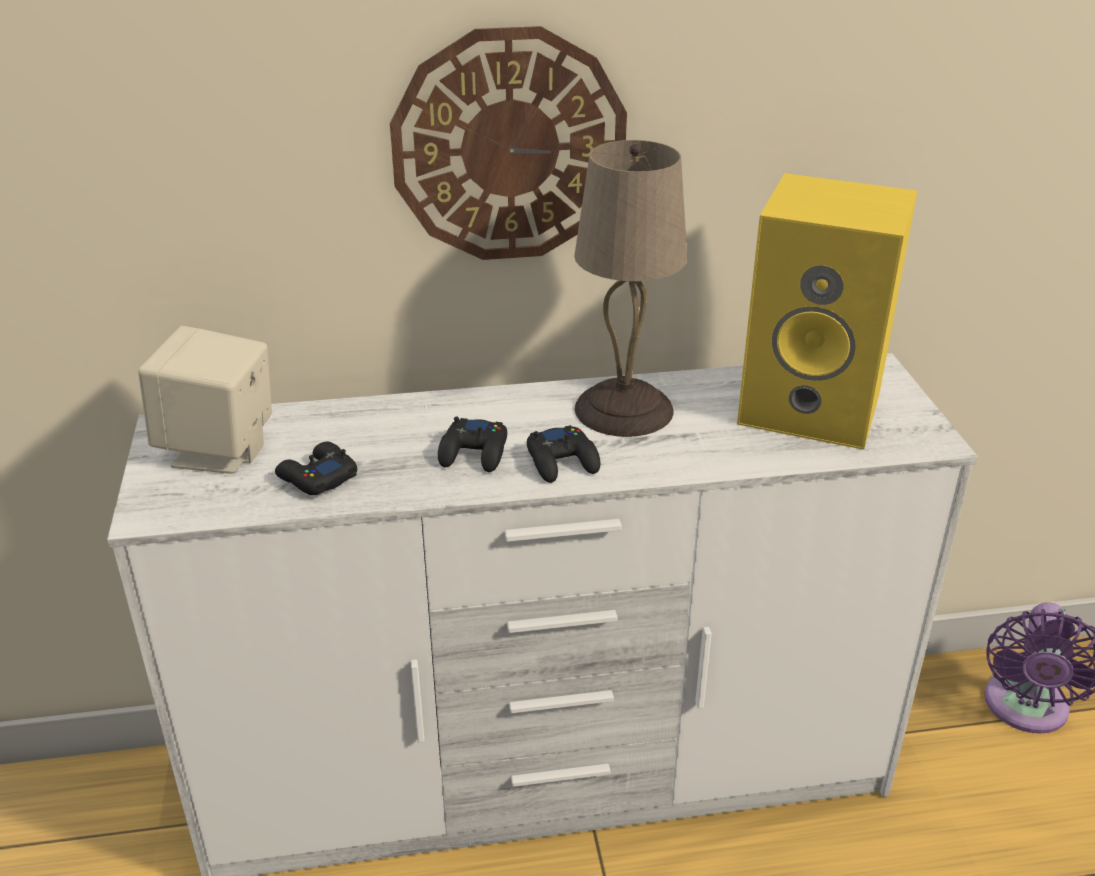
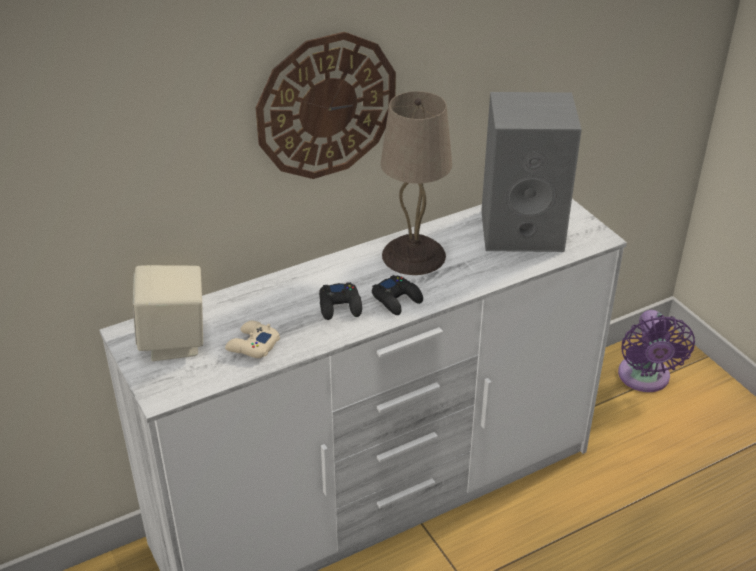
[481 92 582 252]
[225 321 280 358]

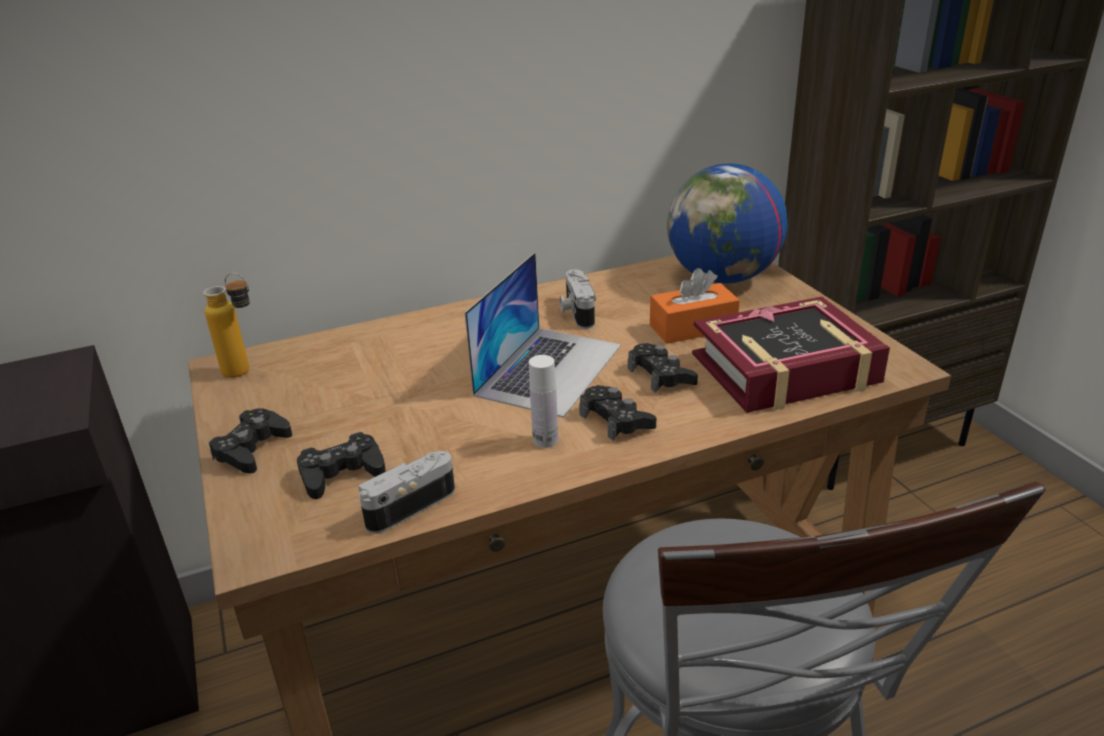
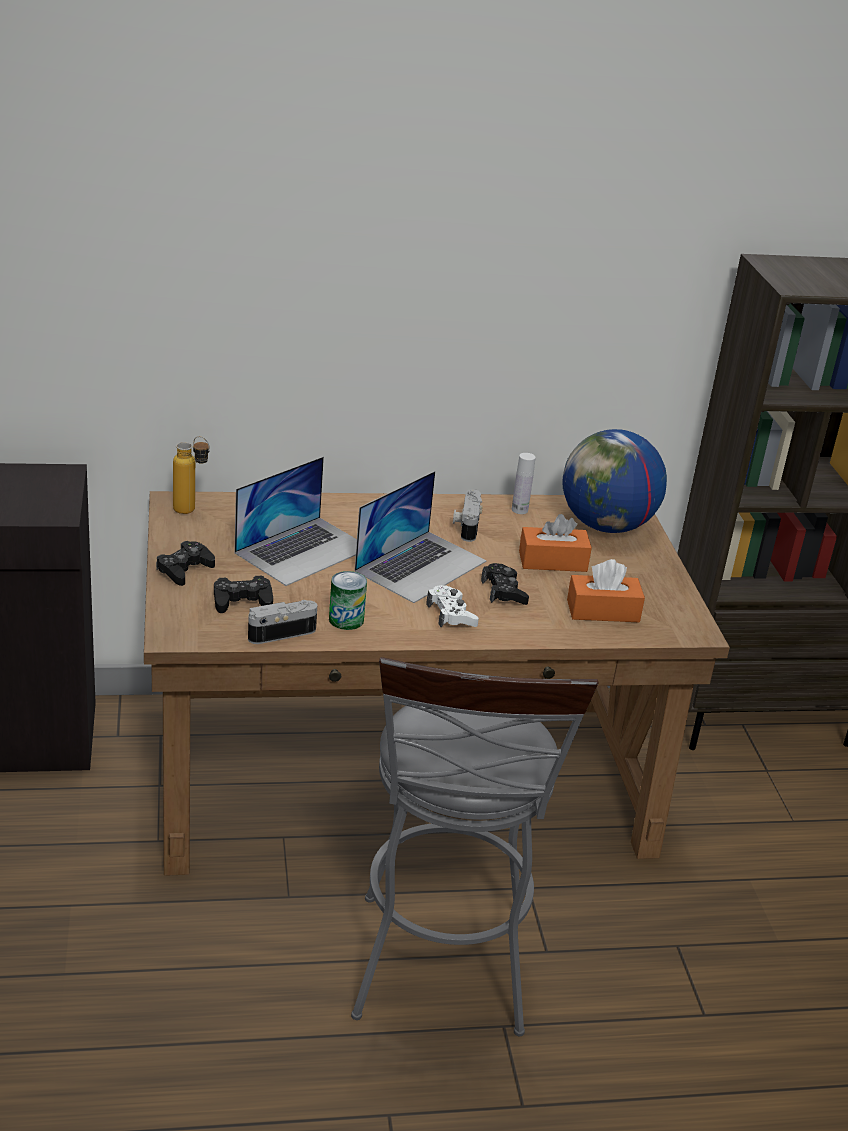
[567 559 645 622]
[512 453 536 514]
[426 585 479 627]
[234 457 357 586]
[329 571 367 630]

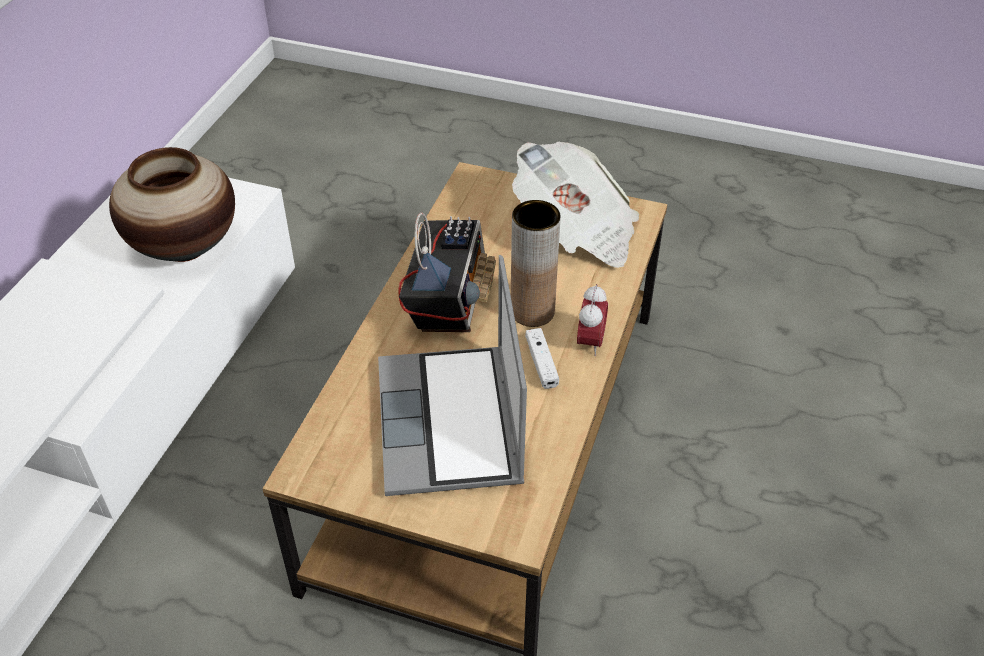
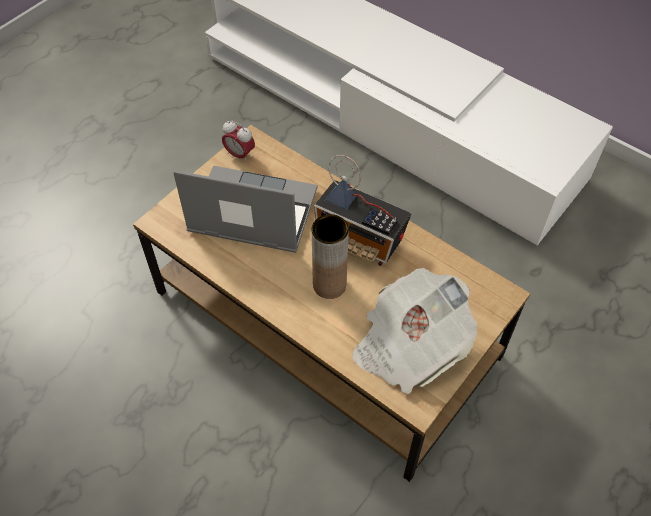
[109 147 235 262] (first image)
[222 120 255 163]
[525 328 559 389] (first image)

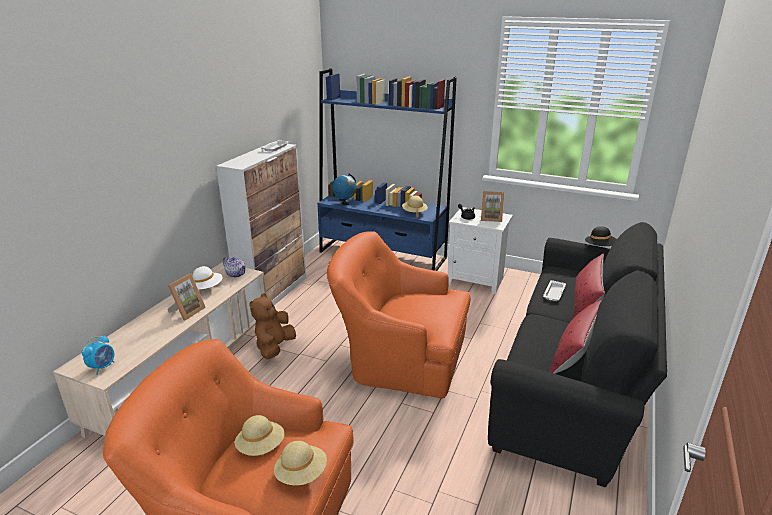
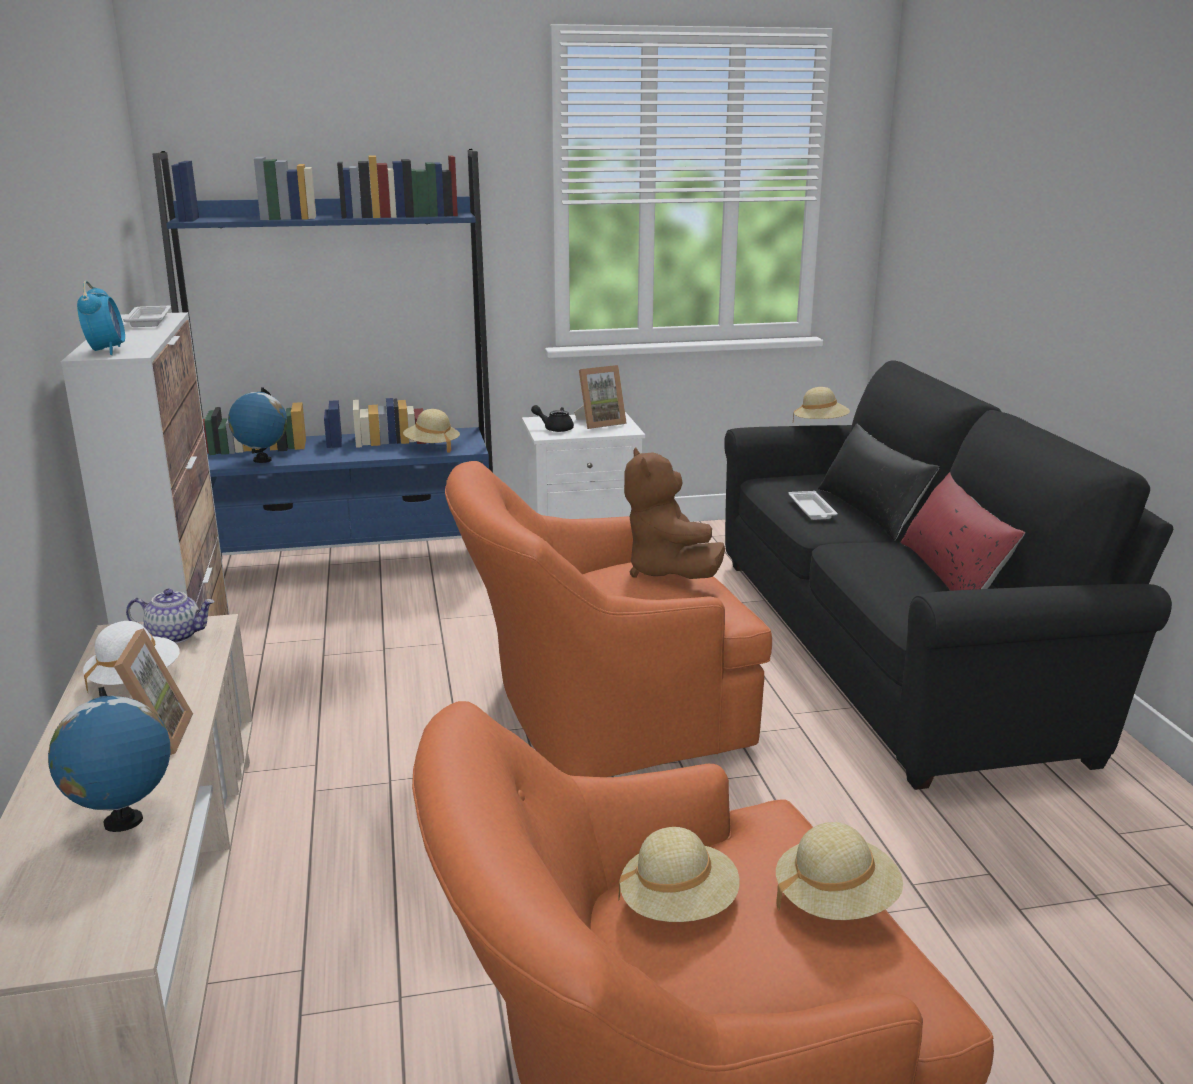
[793 387 850 422]
[818 424 940 540]
[624 448 725 579]
[77 281 125 355]
[48 687 171 832]

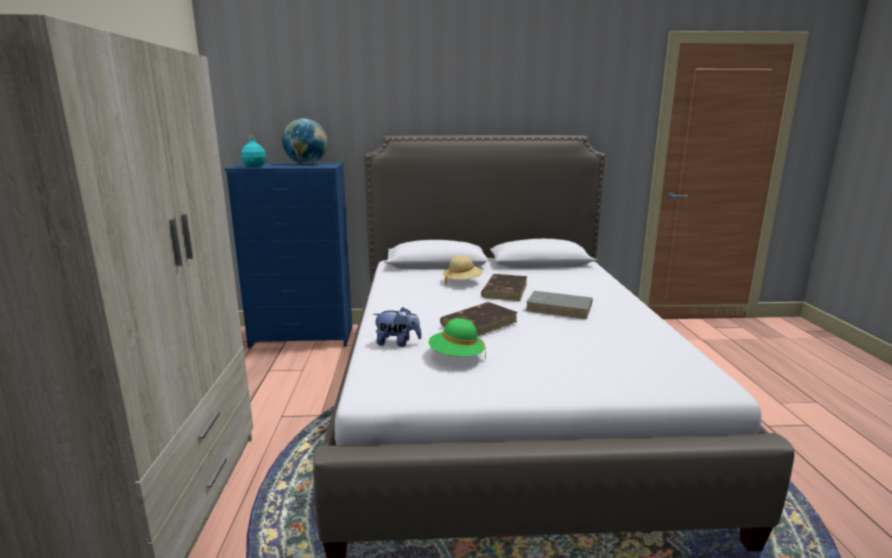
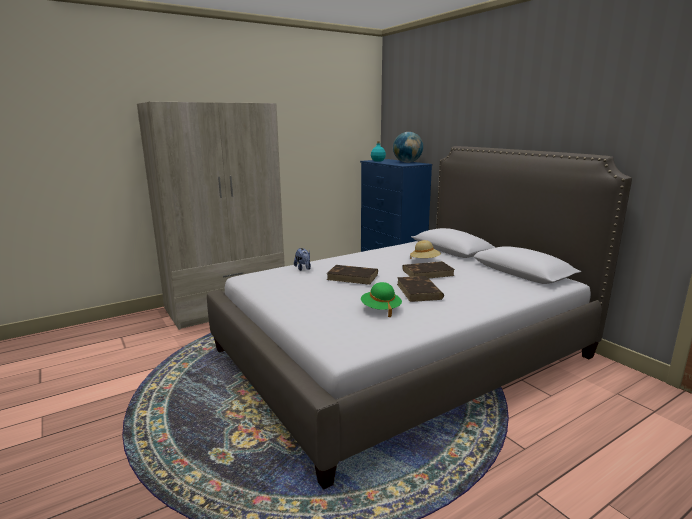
[397 276 444 302]
[361 282 402 317]

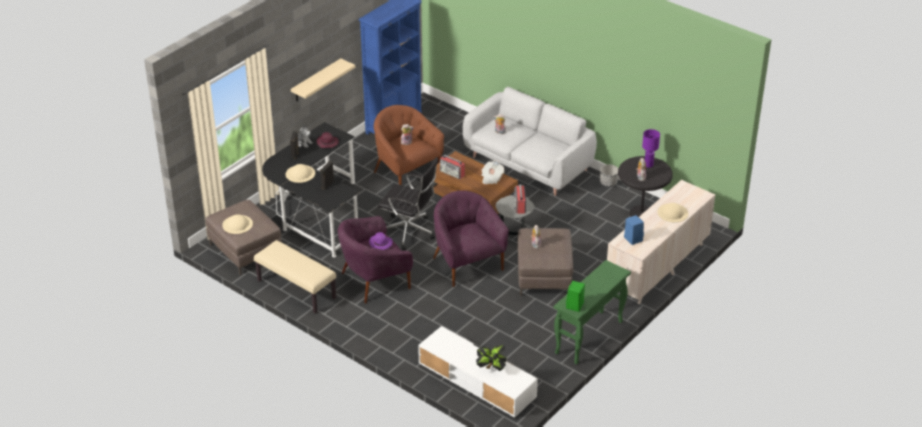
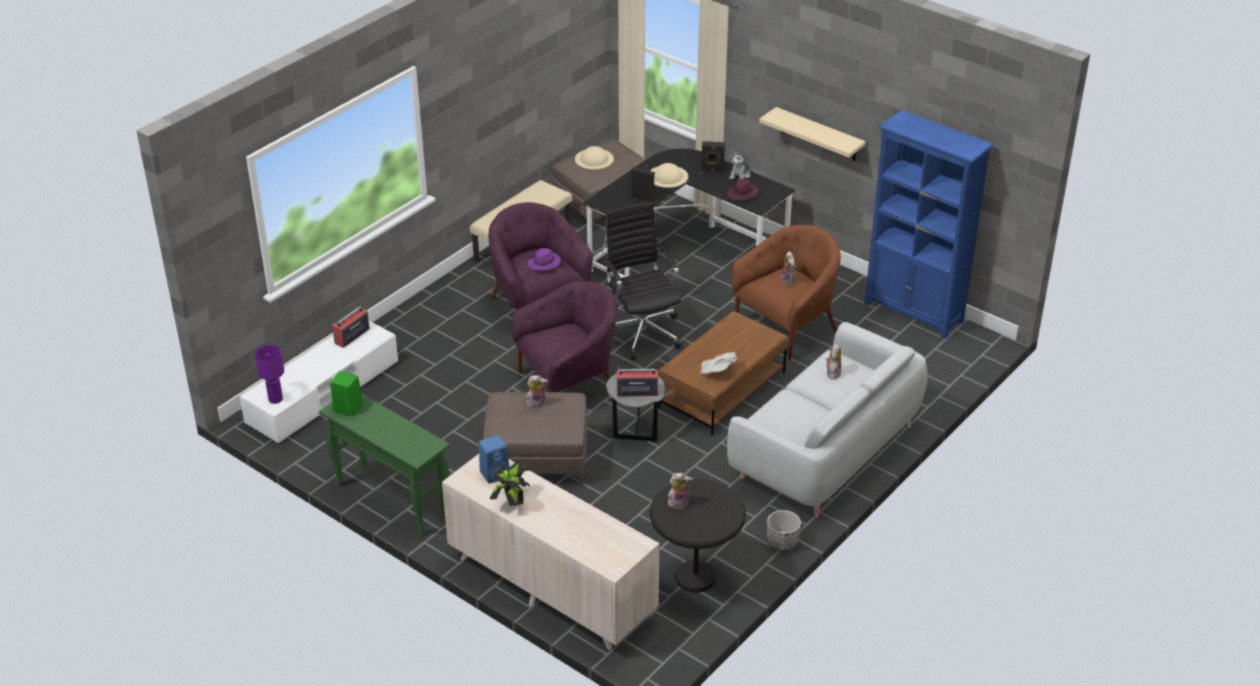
[255 345 284 404]
[332 307 370 348]
[603 202 682 360]
[657 203 688 222] (first image)
[490 462 531 506]

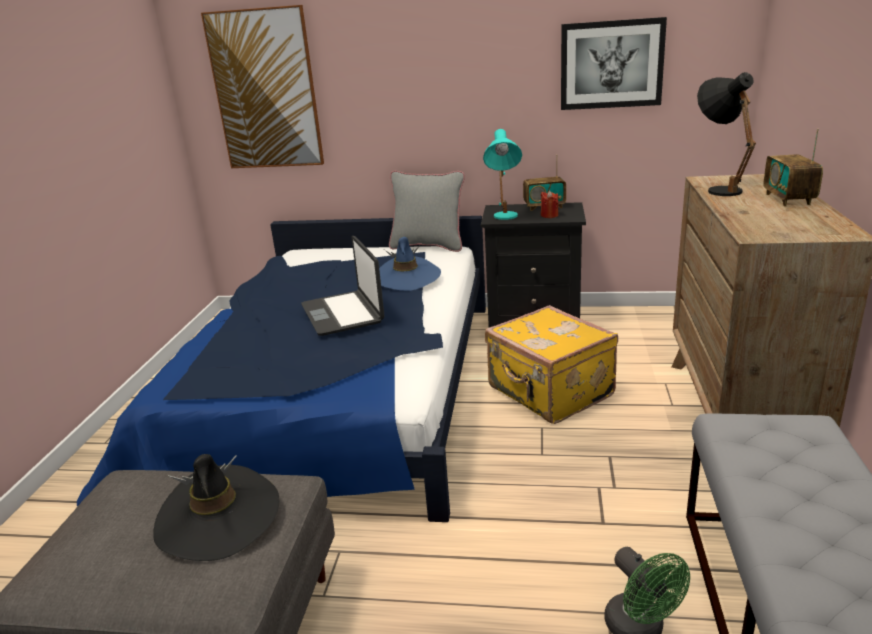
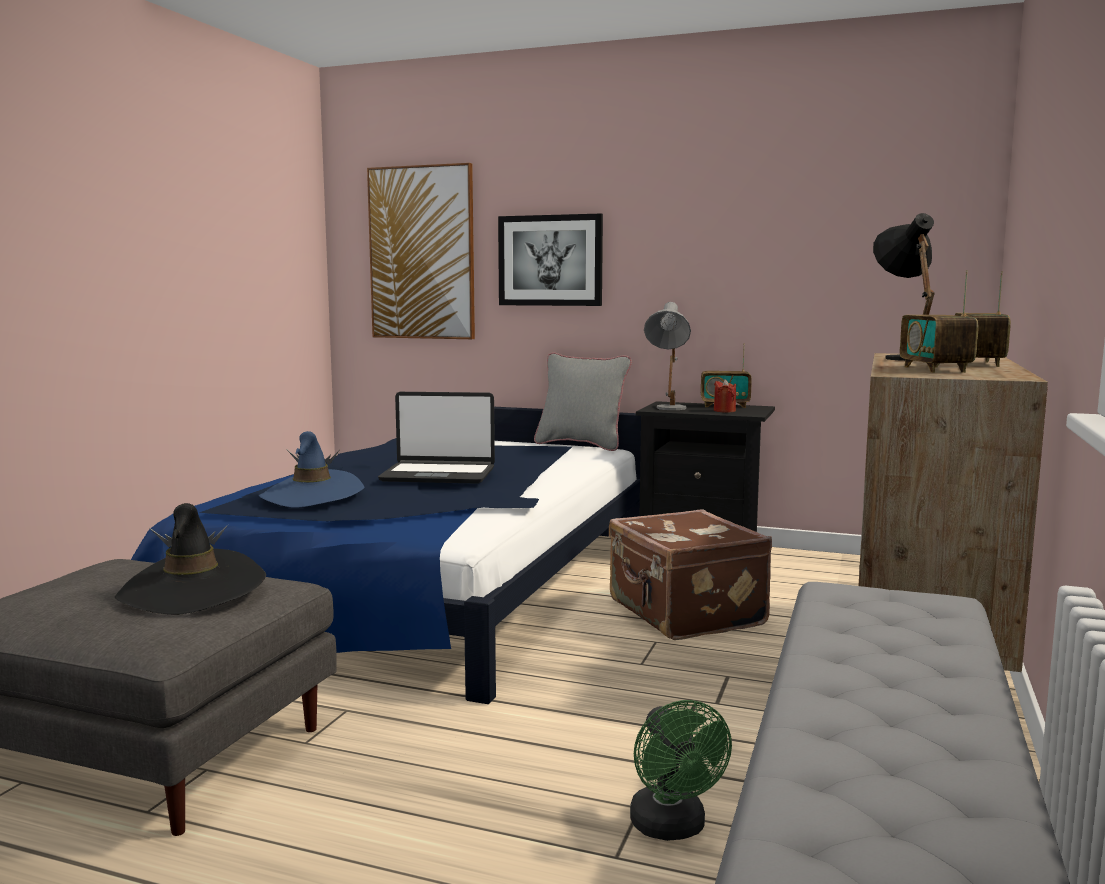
[498 214 603 306]
[644 302 691 410]
[378 392 495 484]
[259 431 364 508]
[609 509 772 640]
[900 270 978 373]

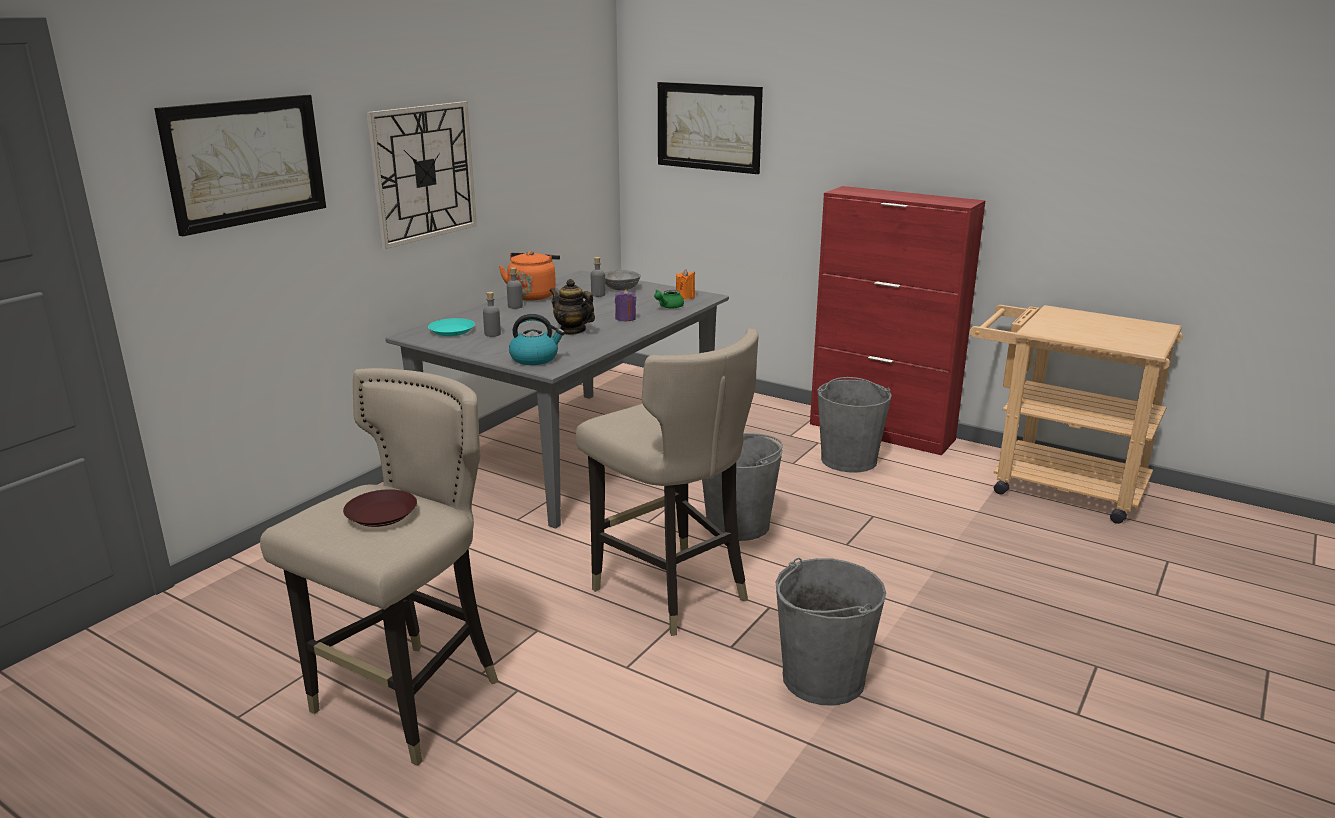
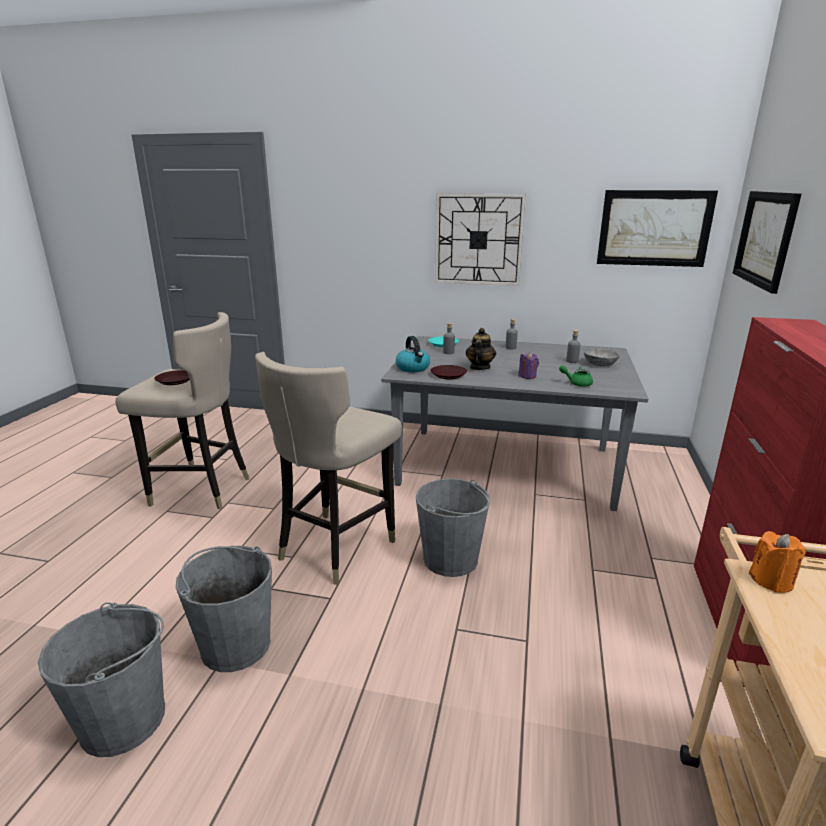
[597 190 718 267]
[499 251 560 301] (first image)
[749 531 806 593]
[38 602 165 757]
[430 365 467 379]

